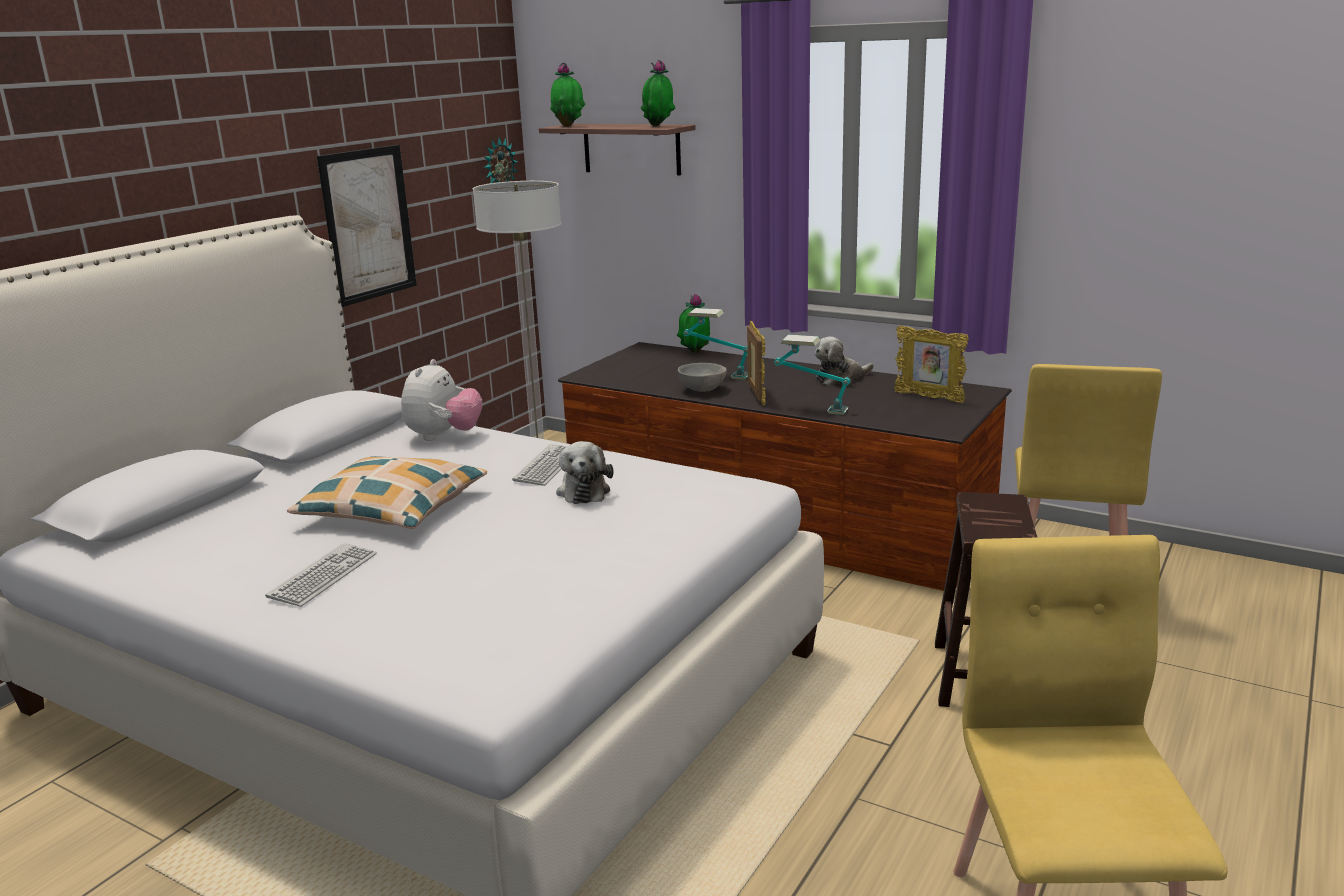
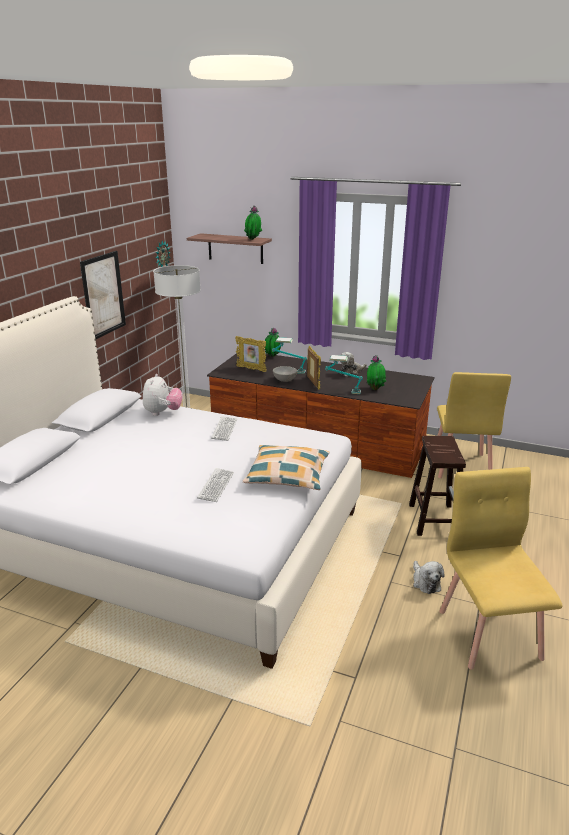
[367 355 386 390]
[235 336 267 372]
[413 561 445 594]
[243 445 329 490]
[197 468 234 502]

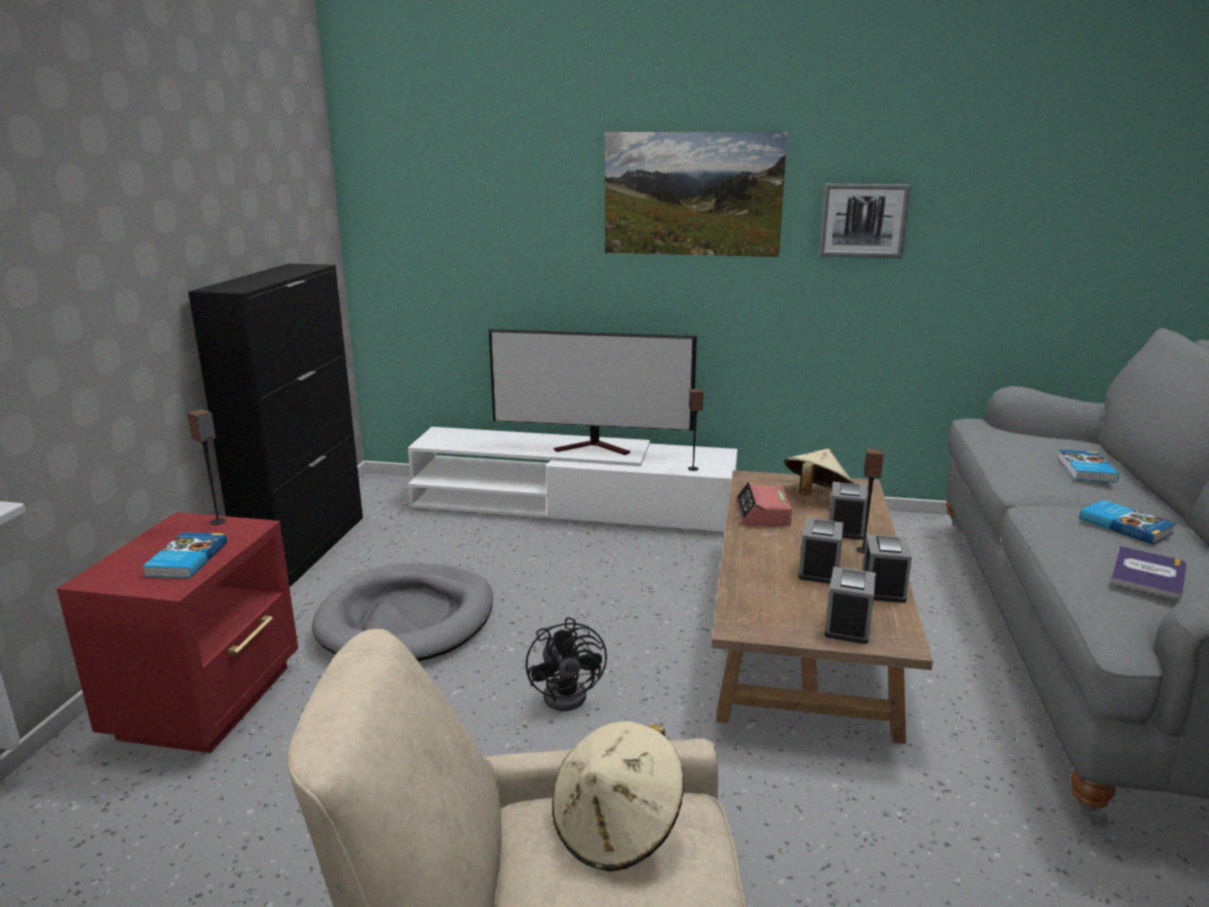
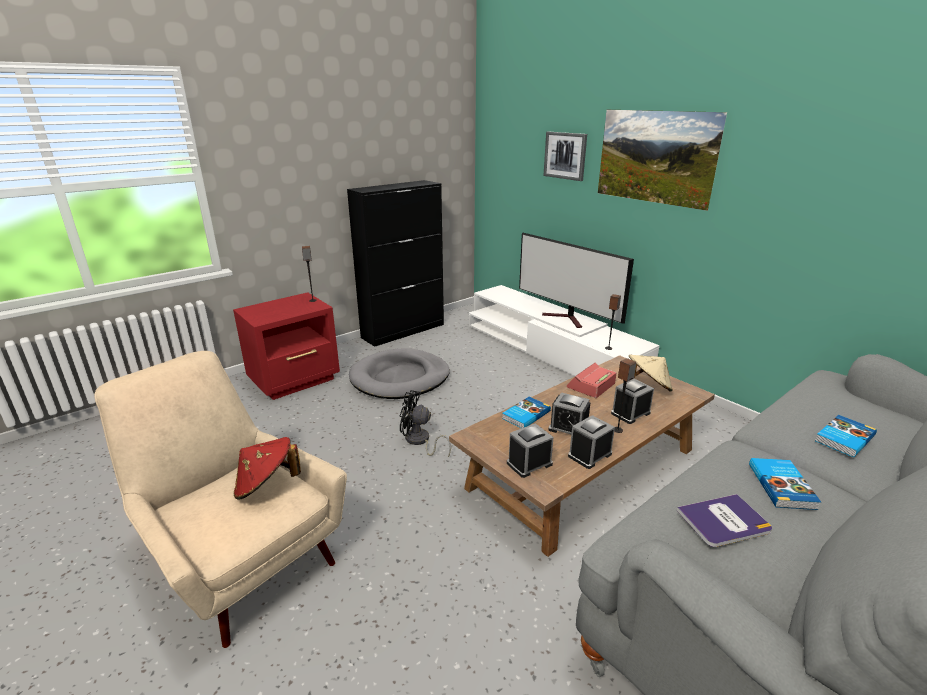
[543 132 587 181]
[548 392 591 434]
[502 397 551 428]
[400 390 451 457]
[234 437 301 500]

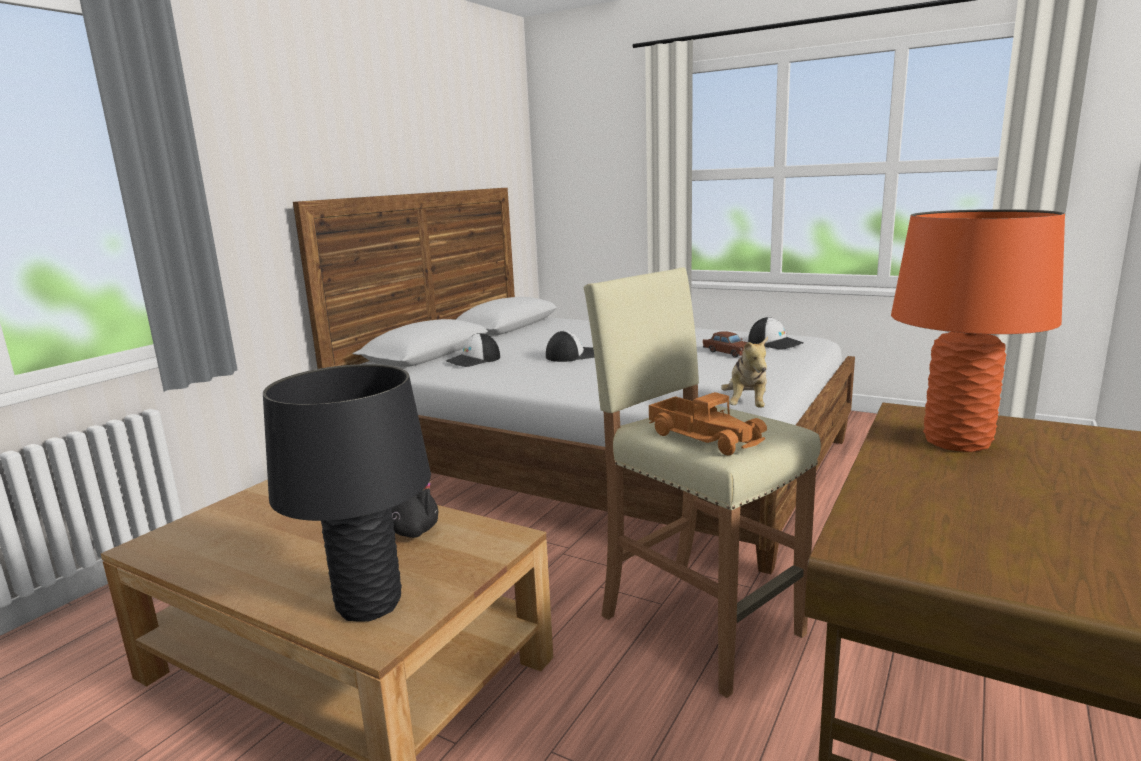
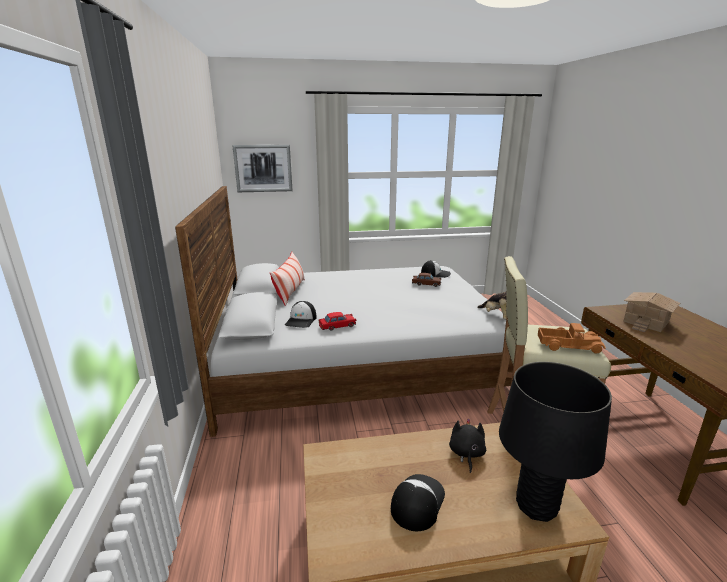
[623 292 681 332]
[391 474 445 531]
[232 145 293 192]
[270 252 305 306]
[318 312 356 330]

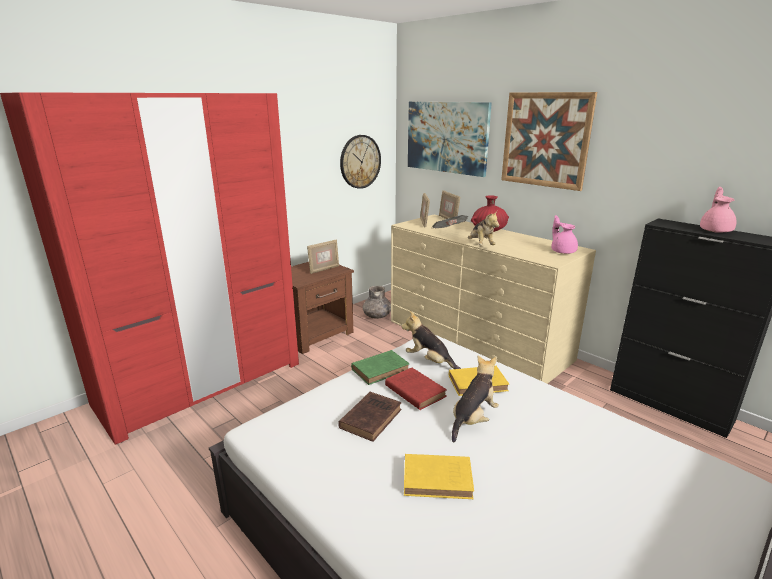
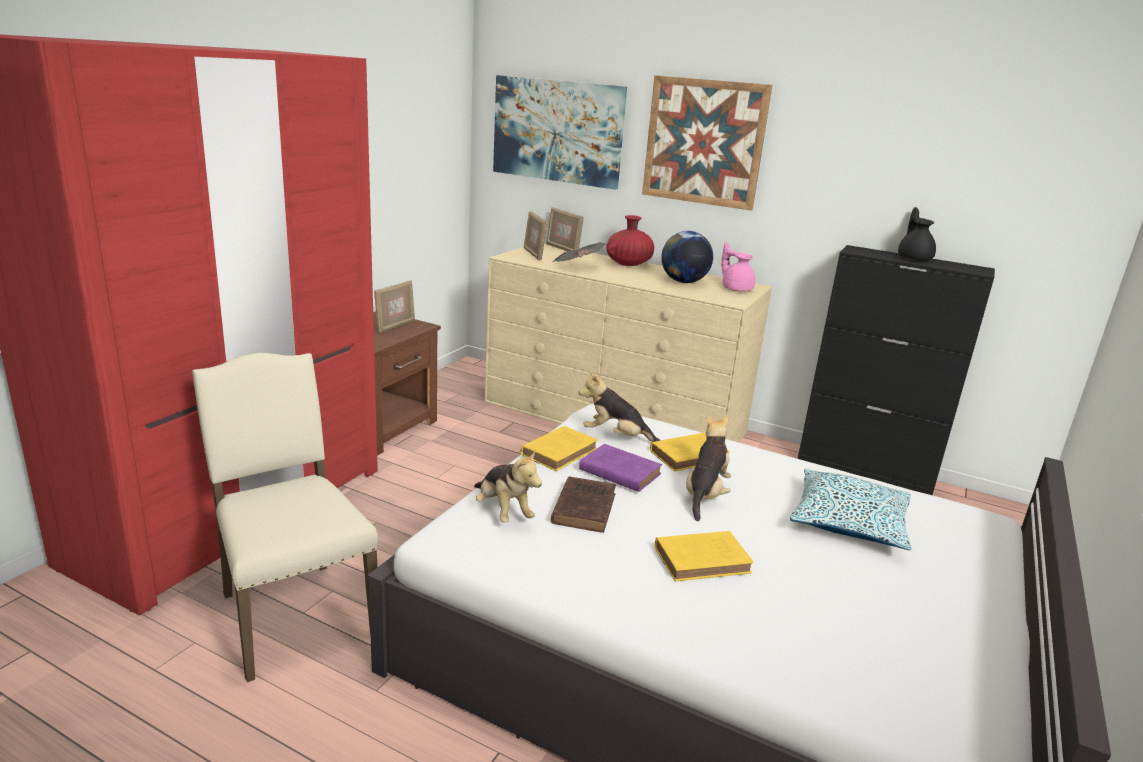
[340 135 381 189] (first image)
[898 207 936 261]
[474 451 542 523]
[362 286 391 319] (first image)
[521 426 598 471]
[579 444 662 492]
[661 231 713 283]
[192 353 378 682]
[790 468 912 550]

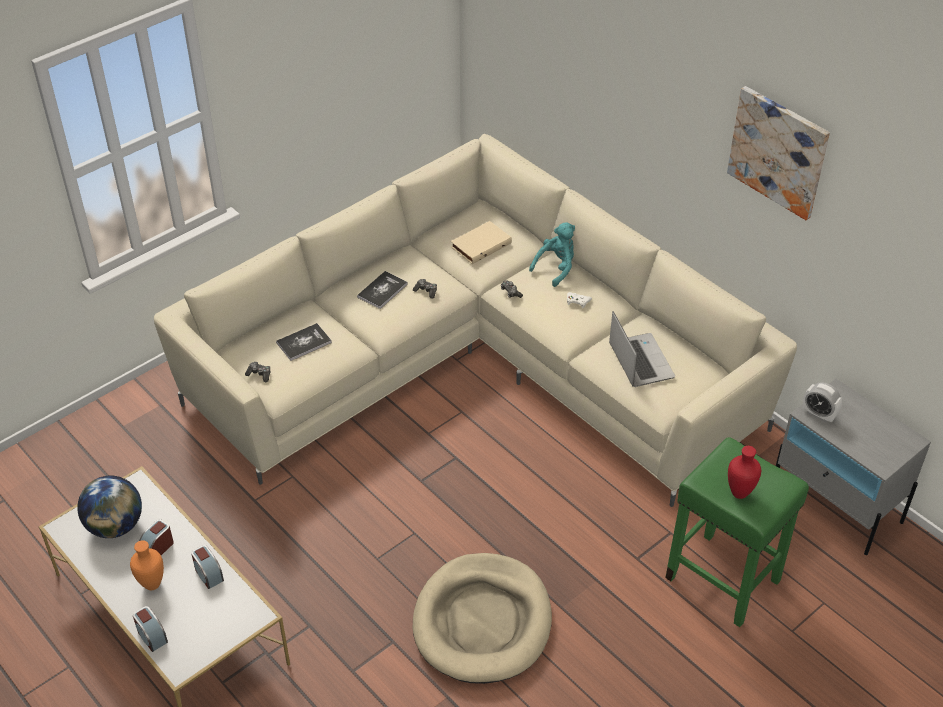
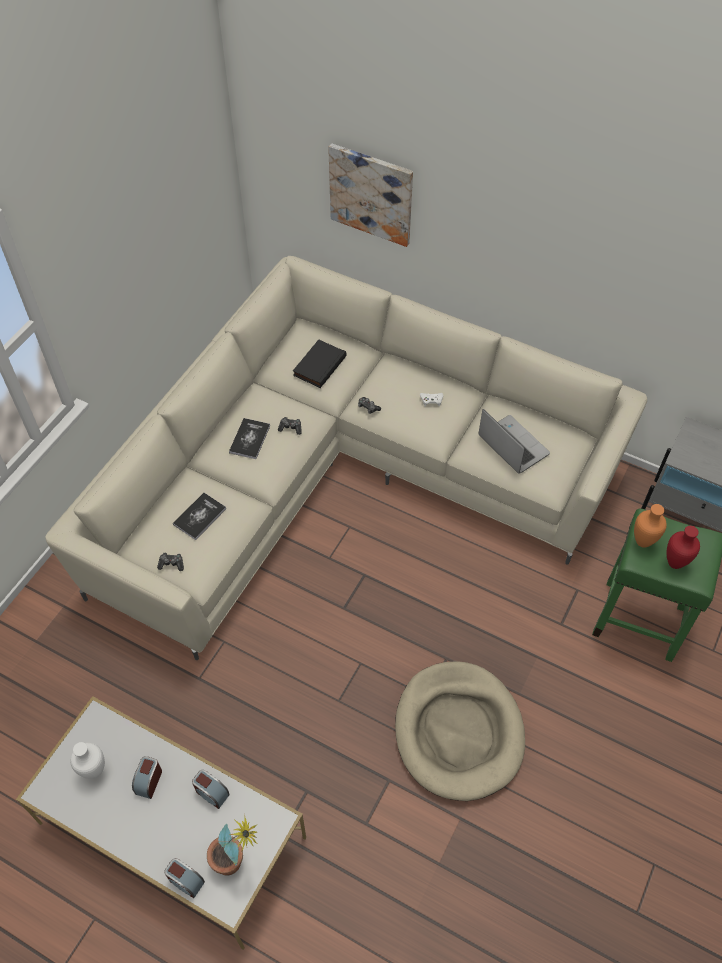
[328 143 413 247]
[293 340 347 388]
[529 222 575 287] (first image)
[803 382 842 423] (first image)
[70 742 105 779]
[634 504 667 548]
[207 814 258 876]

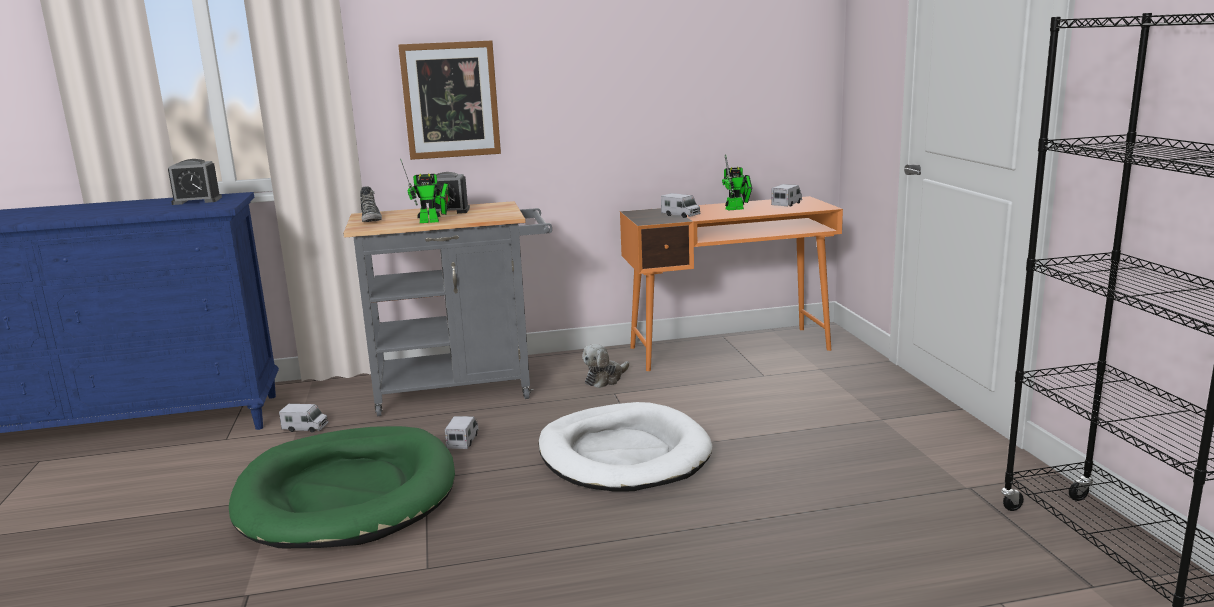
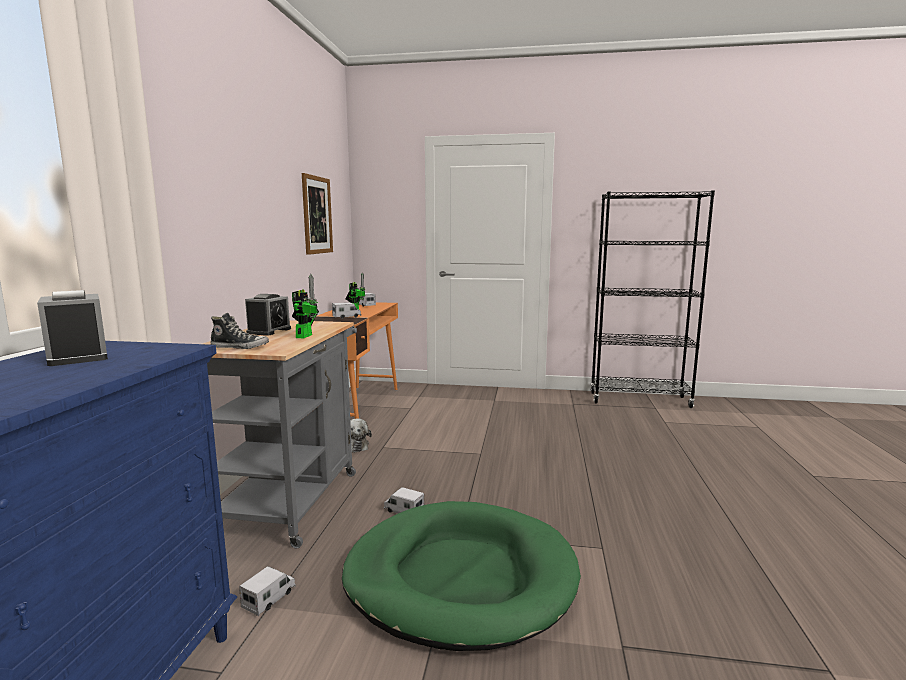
[302 173 333 255]
[37 290 108 366]
[538 402 712 491] (first image)

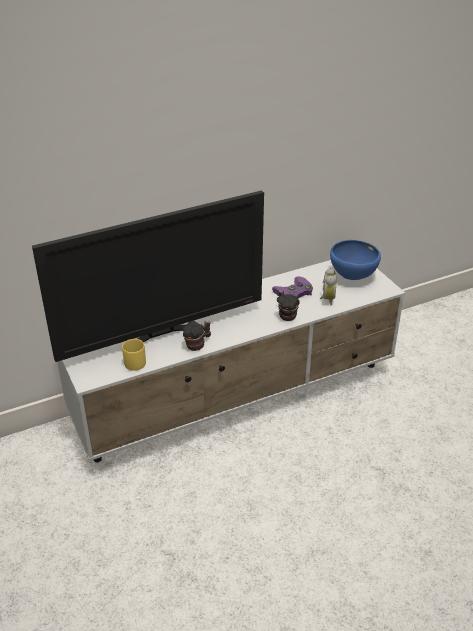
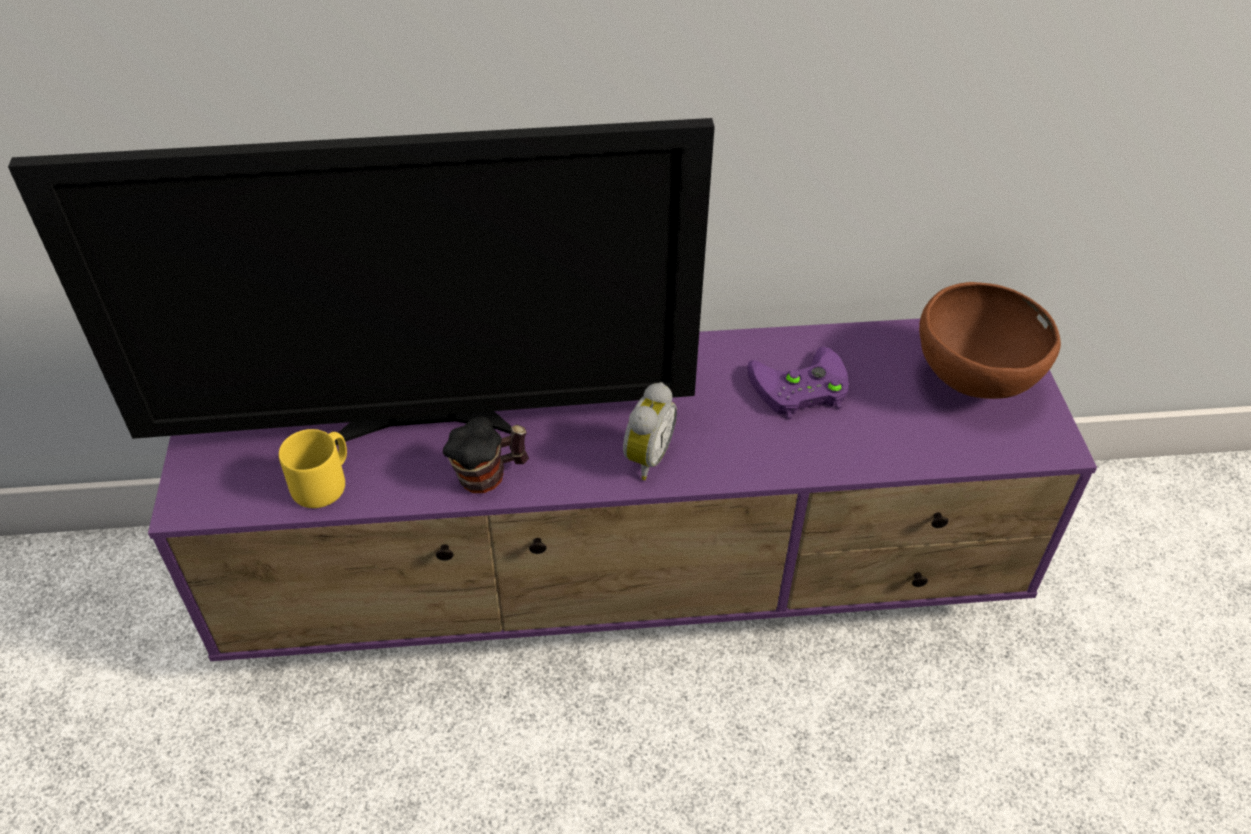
[919 282 1061 399]
[148 319 1097 661]
[623 382 677 480]
[277 291 299 321] (first image)

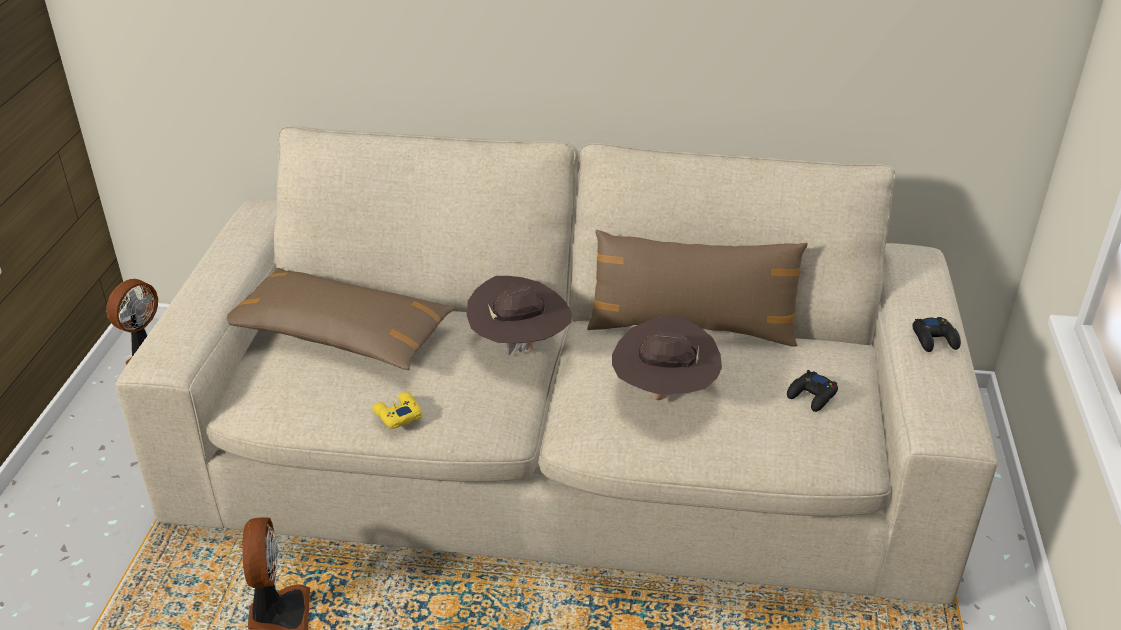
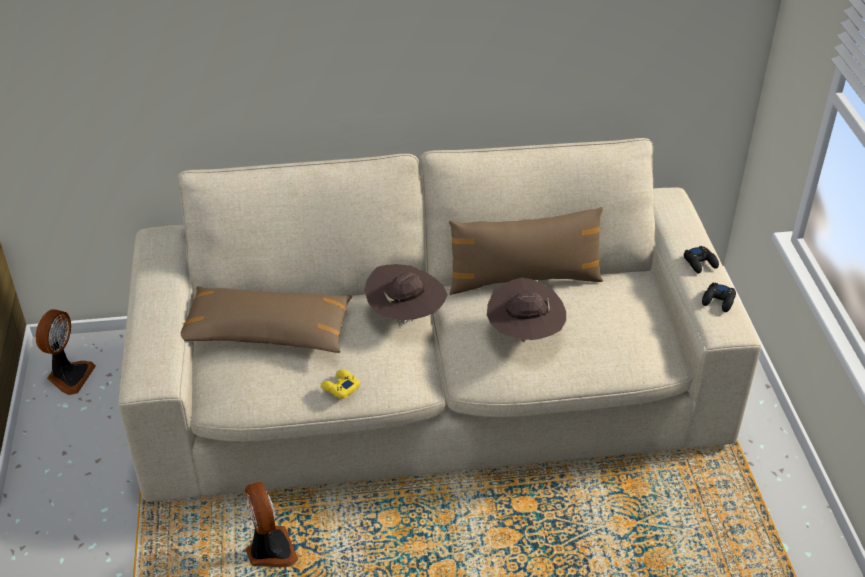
[702 283 736 312]

